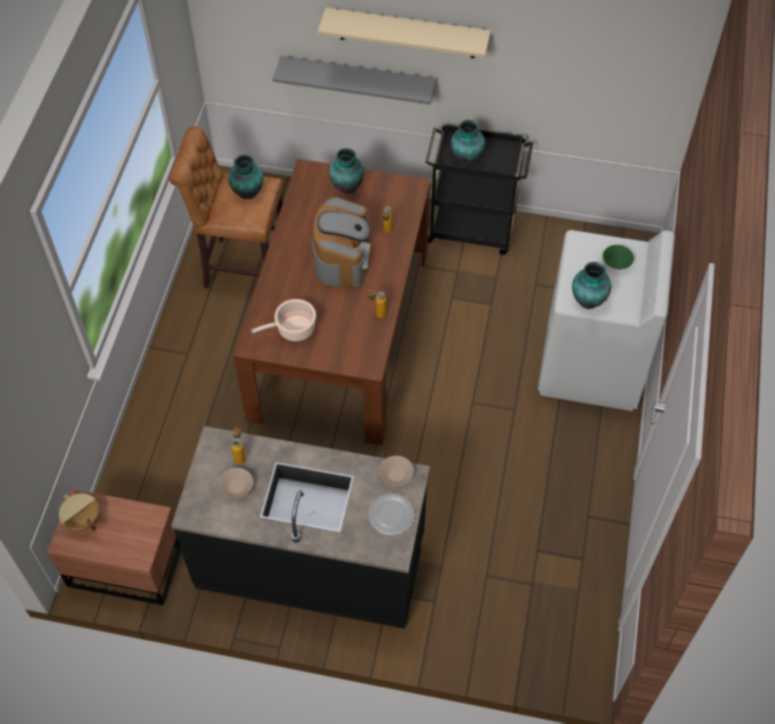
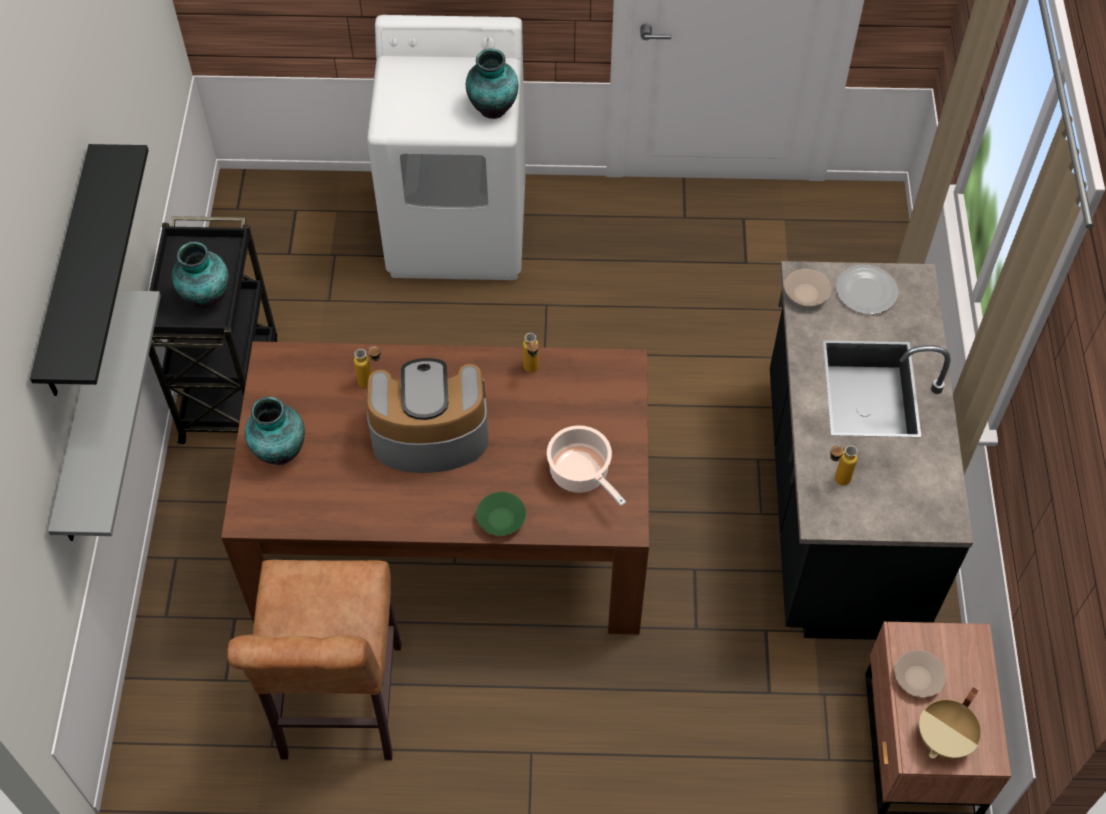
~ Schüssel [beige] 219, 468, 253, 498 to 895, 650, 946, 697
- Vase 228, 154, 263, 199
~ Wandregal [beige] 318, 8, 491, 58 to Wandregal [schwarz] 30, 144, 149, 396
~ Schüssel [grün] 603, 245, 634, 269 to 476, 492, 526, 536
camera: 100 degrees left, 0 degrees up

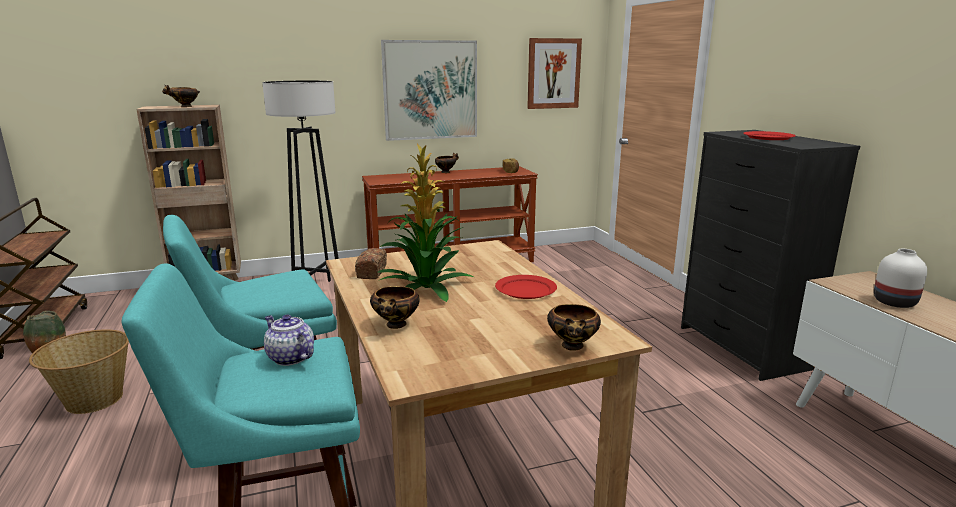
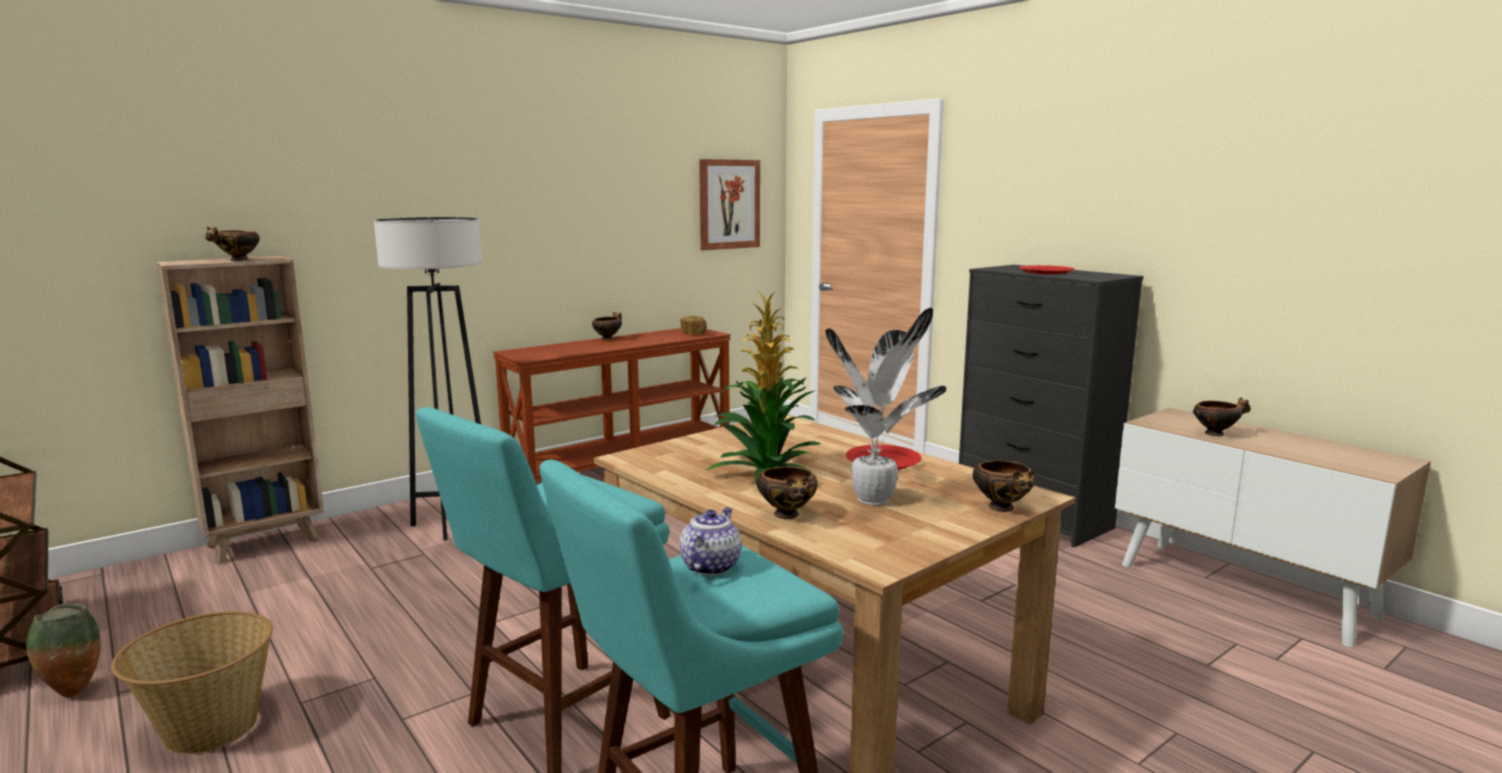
~ Teekanne 264, 315, 314, 366 = 679, 507, 741, 575 90 degrees clockwise
- Brot 355, 248, 387, 279
- Bild 381, 40, 477, 141
~ Vase [weiß] 874, 249, 927, 308 to Schüssel 1193, 397, 1251, 436
+ Topfpflanze 826, 308, 947, 505
camera: 20 degrees left, 5 degrees down

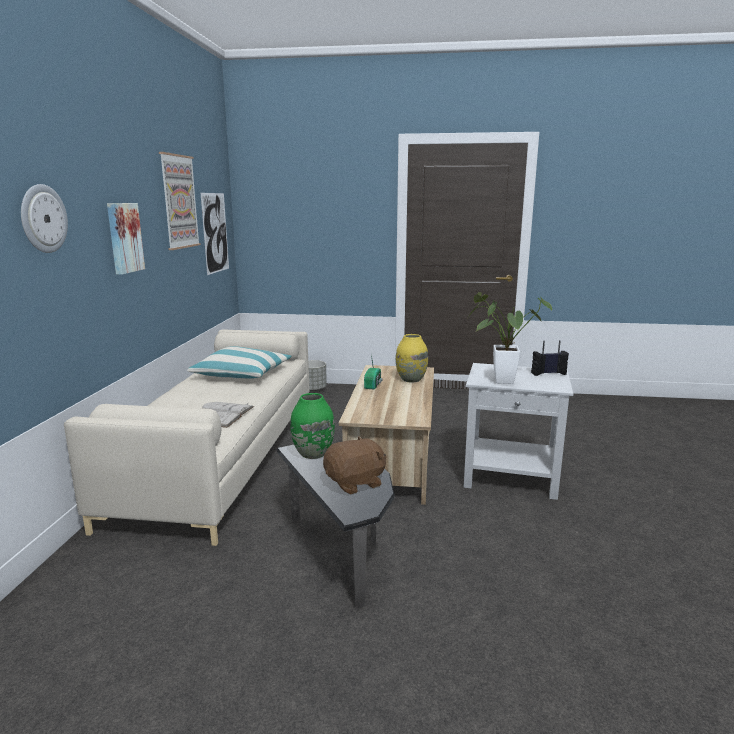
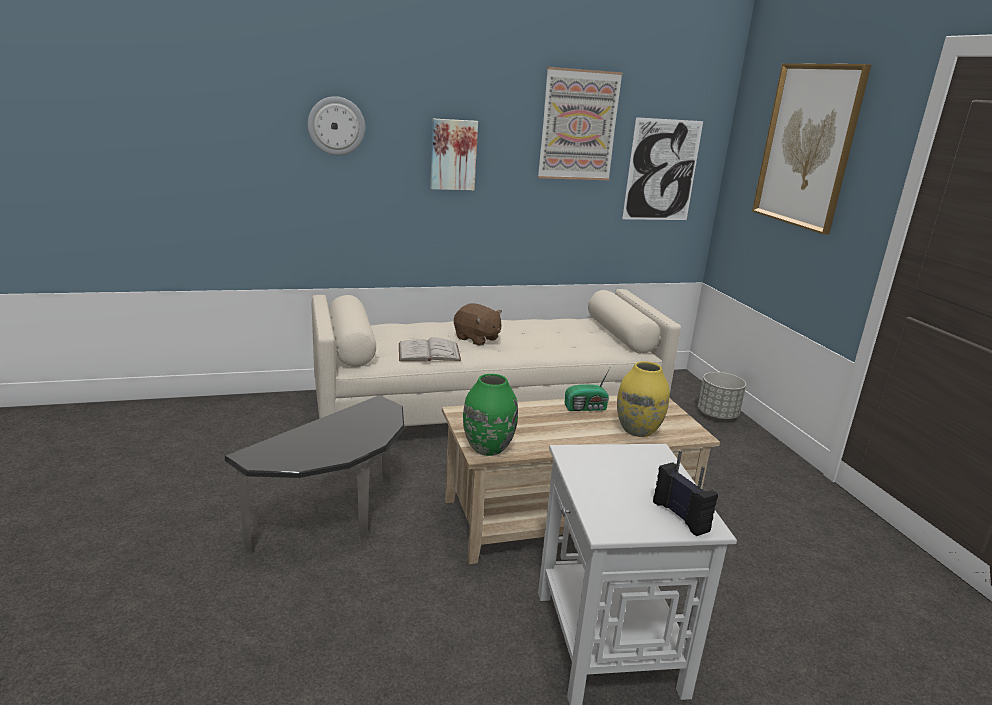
- Kissen 187, 346, 291, 379
~ Vase [grün] 290, 393, 335, 459 to 463, 374, 518, 456
~ Plüschtier [braun] 323, 436, 386, 494 to 454, 303, 502, 346
- Topfpflanze 469, 292, 552, 384
+ Bild 752, 63, 871, 234
camera: 65 degrees right, 5 degrees up

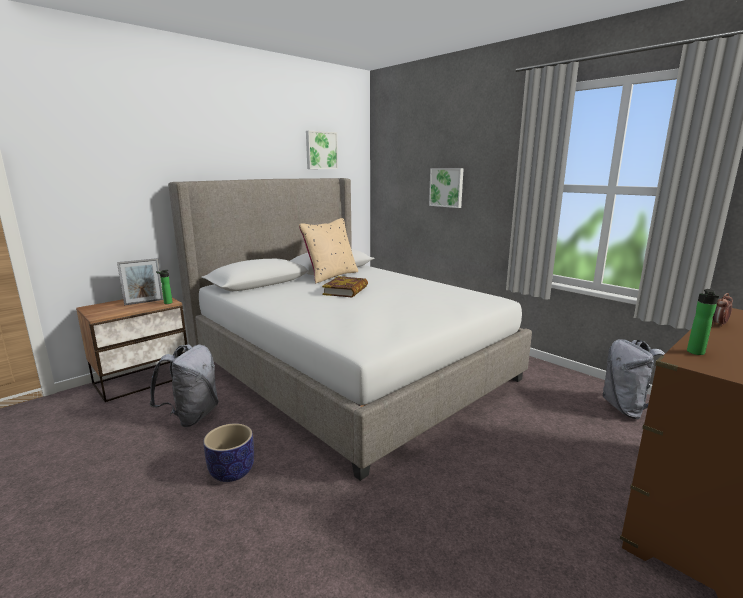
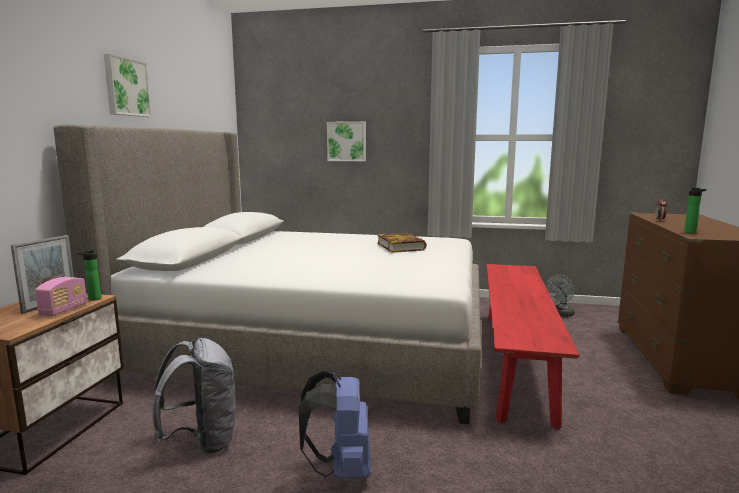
~ Pflanzkübel 203, 423, 254, 482 to Rucksack [blau] 298, 371, 371, 478
- Kissen [beige] 299, 218, 358, 284
~ Bild 306, 131, 338, 169 to 104, 54, 152, 117
~ Buch 322, 276, 368, 298 to 377, 233, 427, 253
~ Rucksack [grau] 603, 339, 665, 419 to Ventilator [grau] 545, 274, 574, 317
+ Radio 35, 277, 87, 316
+ Bank [rot] 486, 264, 579, 430
camera: 35 degrees left, 5 degrees down

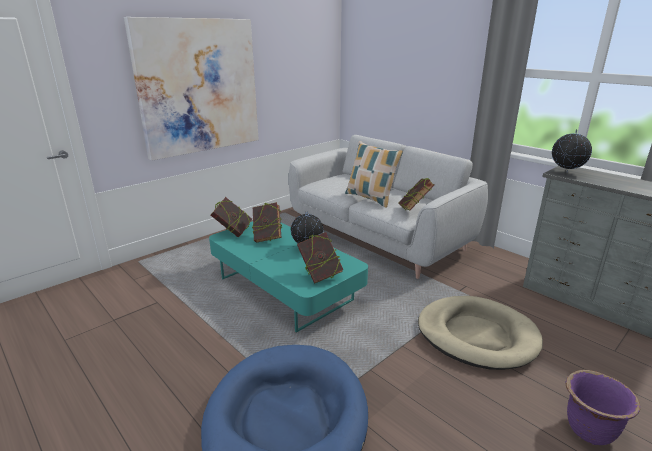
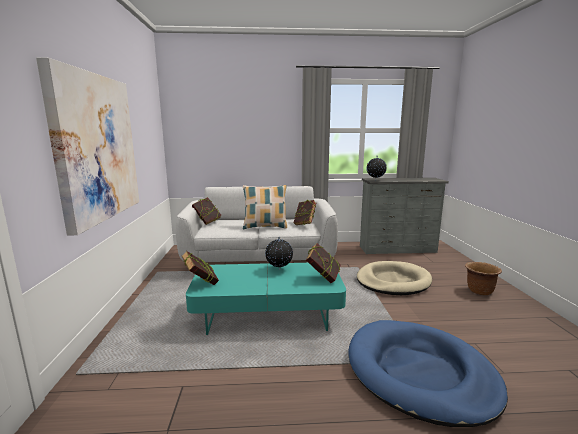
~ Buch 252, 202, 282, 242 to 192, 197, 221, 225
~ Pflanzkübel [lila] 566, 370, 640, 445 to Pflanzkübel [braun] 465, 262, 502, 295
camera: 50 degrees left, 10 degrees down

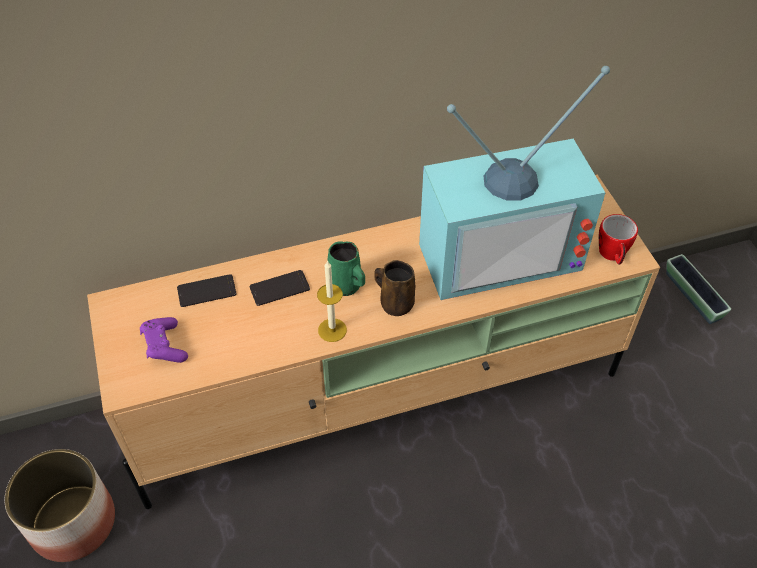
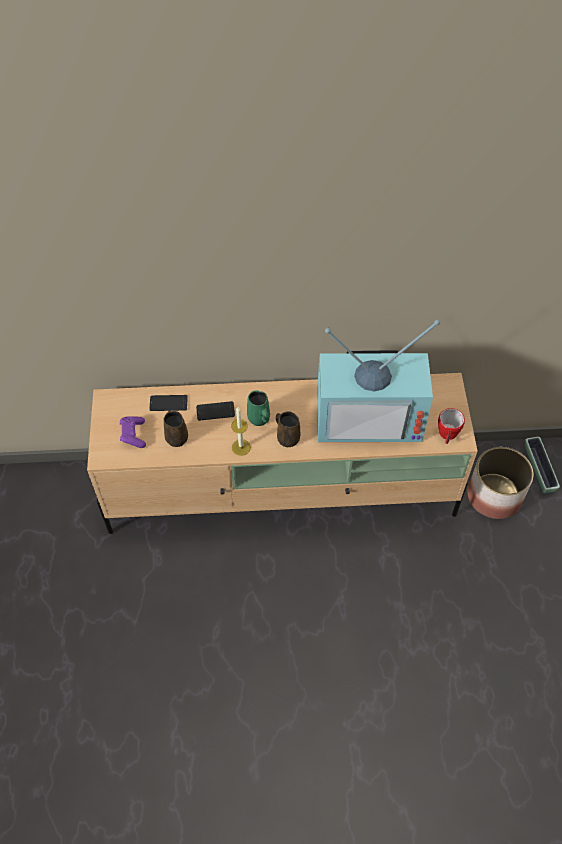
~ Pflanzkübel 5, 449, 115, 562 to 467, 447, 533, 519
+ Henkelbecher [braun] 164, 411, 188, 447
camera: 15 degrees right, 5 degrees up

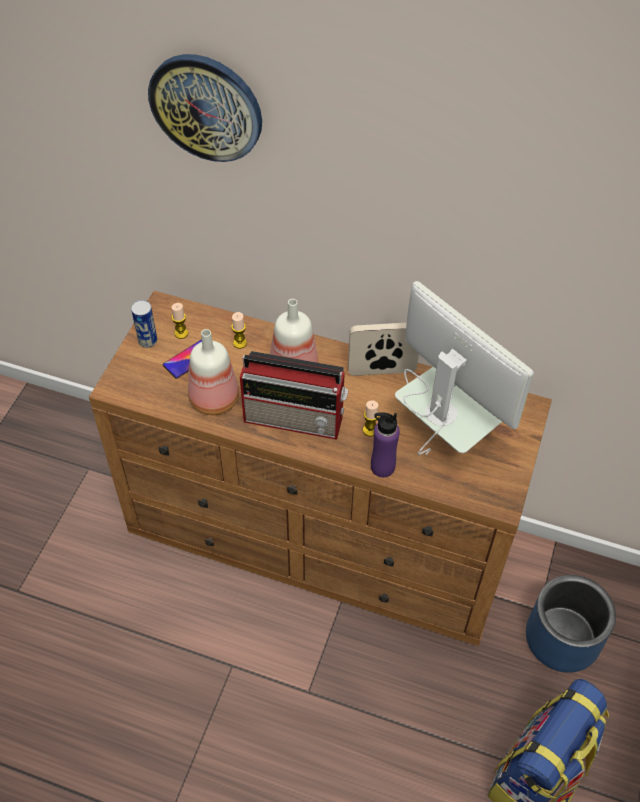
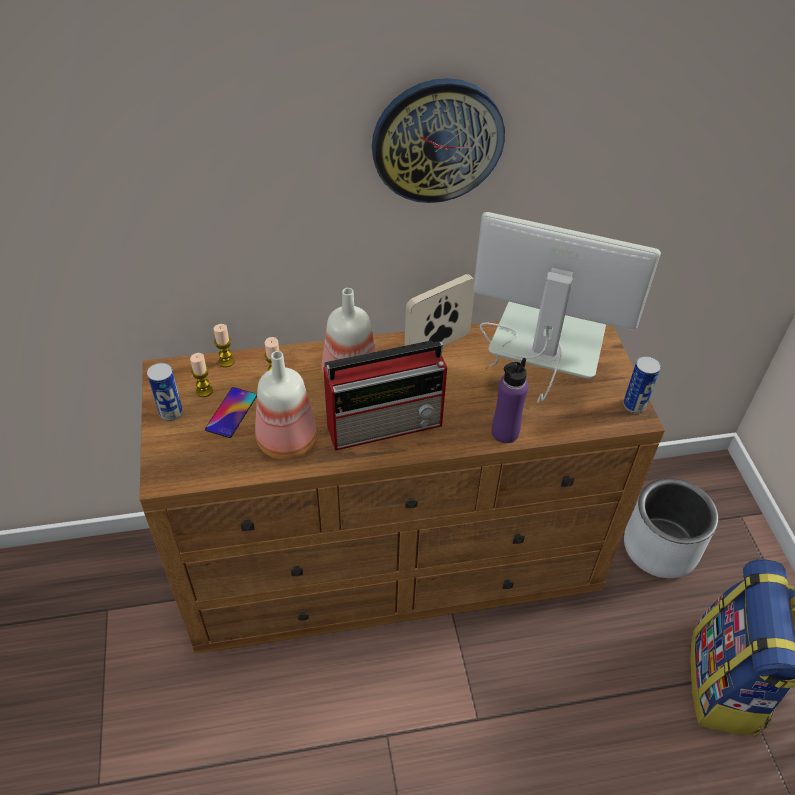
~ Wanduhr 148, 54, 262, 162 to 372, 78, 505, 203
~ Kerze 363, 400, 379, 436 to 213, 324, 235, 367
~ Pflanzkübel [blau] 526, 575, 616, 673 to Pflanzkübel [grau] 624, 478, 718, 578
+ Dose 623, 356, 661, 414
camera: 30 degrees left, 5 degrees down

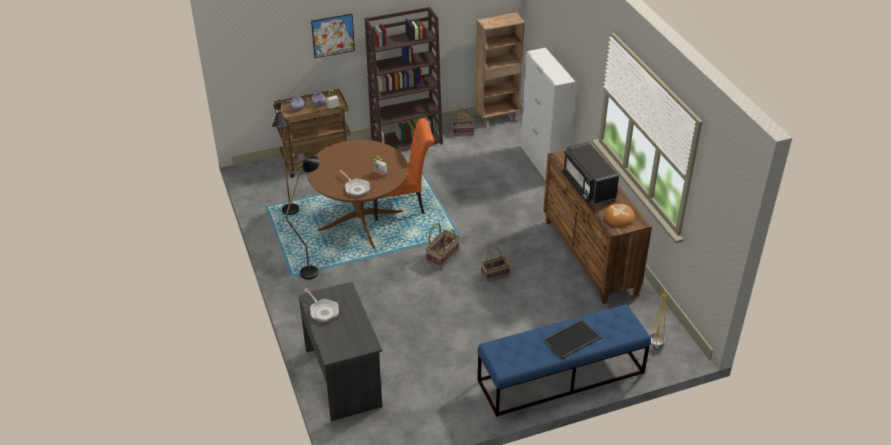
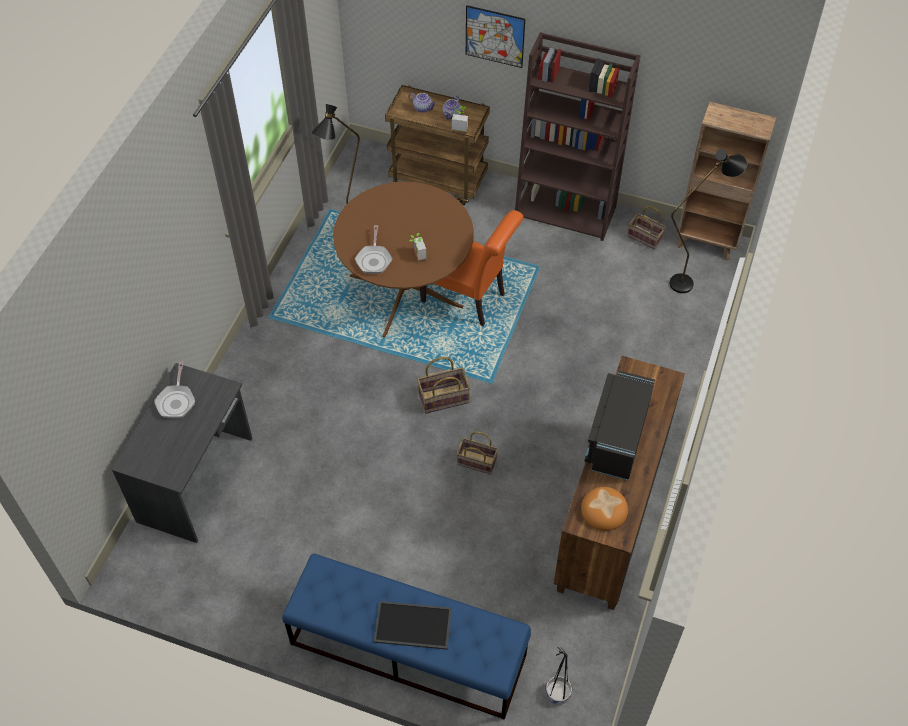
~ Stehlampe [schwarz] 286, 154, 320, 279 to 670, 149, 747, 293
- Schrank [weiß] 521, 48, 575, 180
~ Pflanzkübel [gelb] 649, 290, 666, 350 to Pflanzkübel [schwarz] 546, 647, 572, 705
camera: 40 degrees right, 15 degrees up

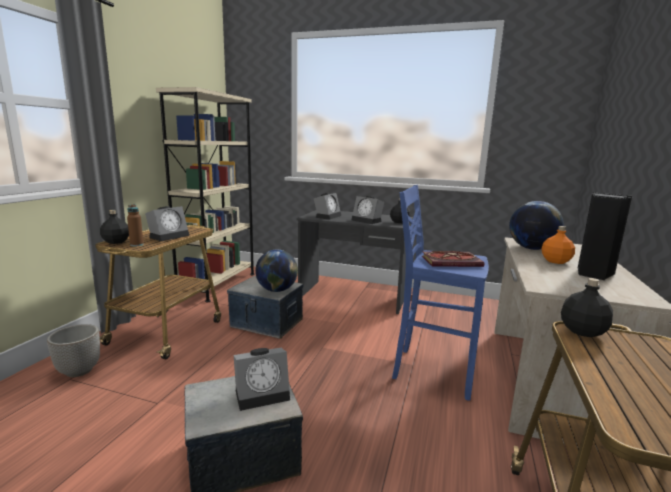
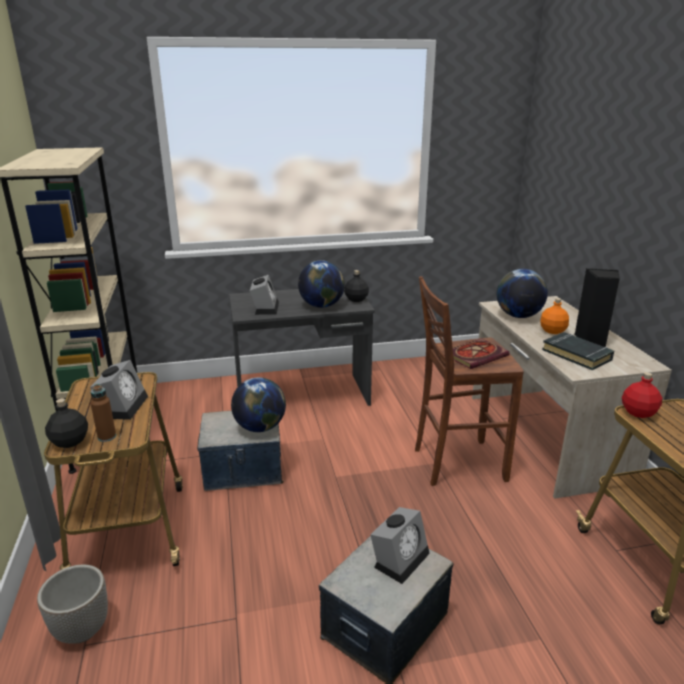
~ Wecker 352, 196, 384, 224 to Globus 298, 260, 345, 308
~ Hocker [blau] 392, 185, 489, 401 to Hocker [braun] 415, 276, 524, 486
~ Flasche [schwarz] 561, 278, 613, 337 to Flasche [rot] 622, 372, 662, 418
+ Buch [schwarz] 542, 332, 614, 370
camera: 30 degrees left, 10 degrees up

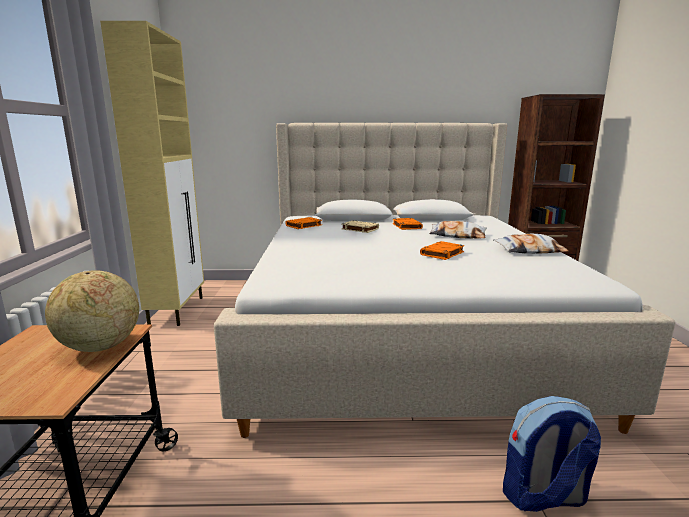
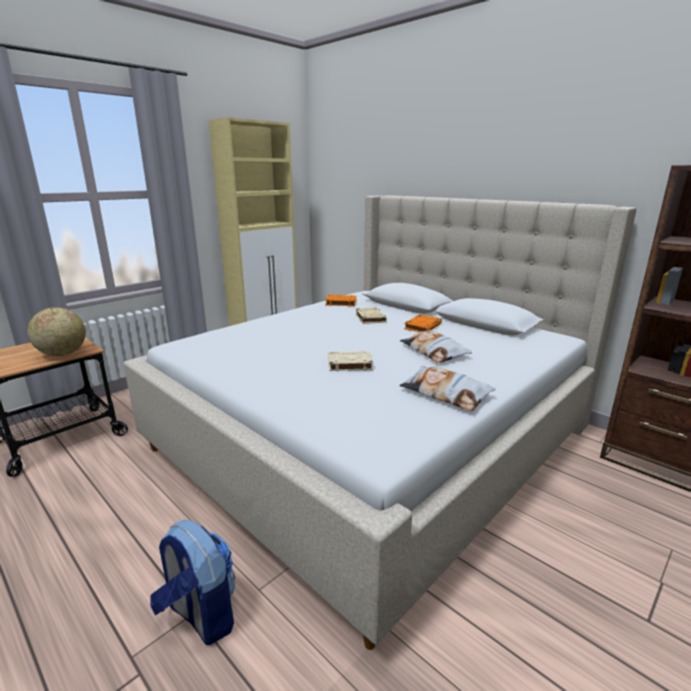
~ Buch [orange] 420, 241, 464, 260 to Buch [beige] 328, 351, 373, 371
camera: 45 degrees right, 5 degrees up

